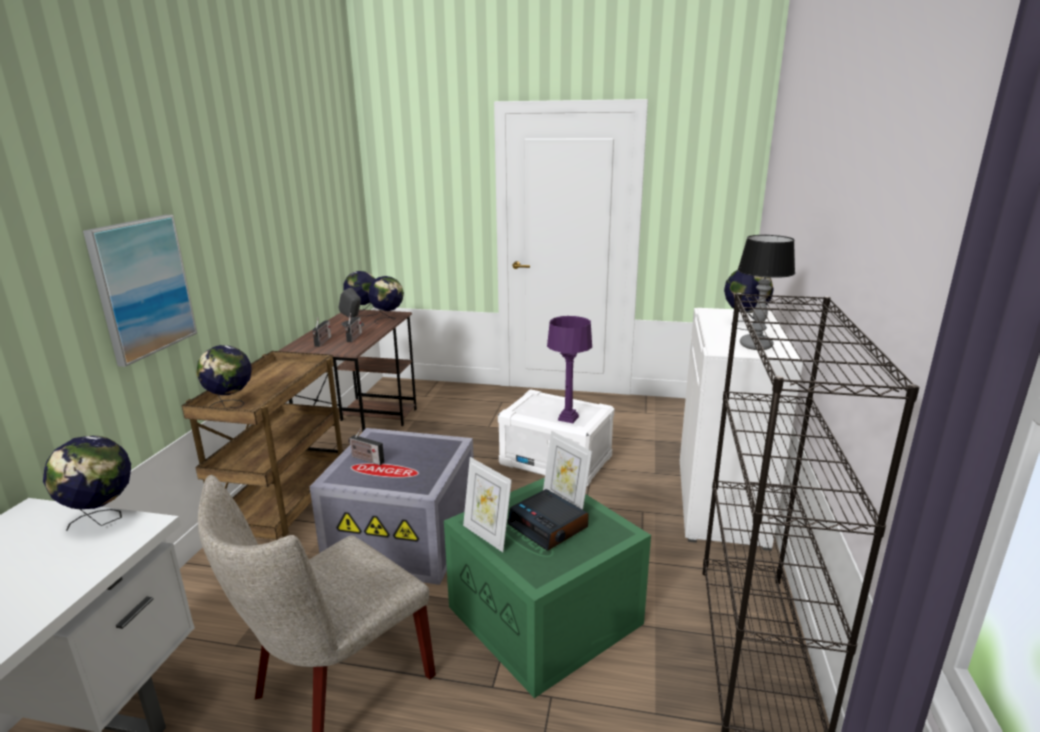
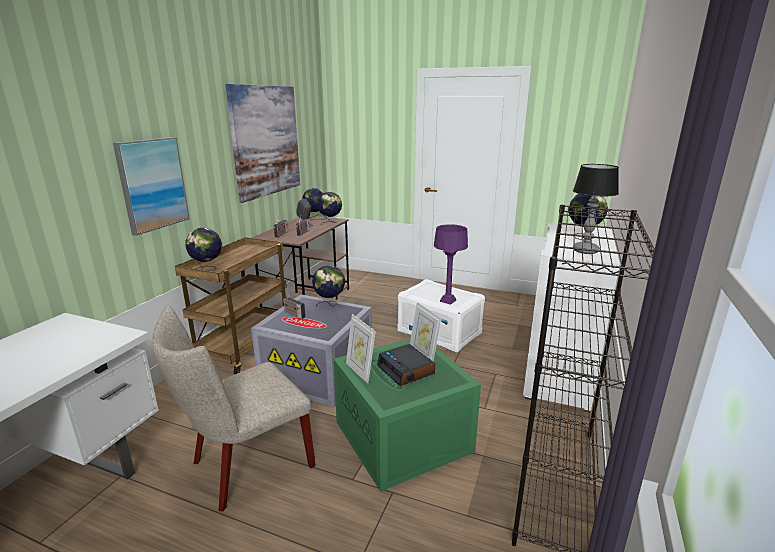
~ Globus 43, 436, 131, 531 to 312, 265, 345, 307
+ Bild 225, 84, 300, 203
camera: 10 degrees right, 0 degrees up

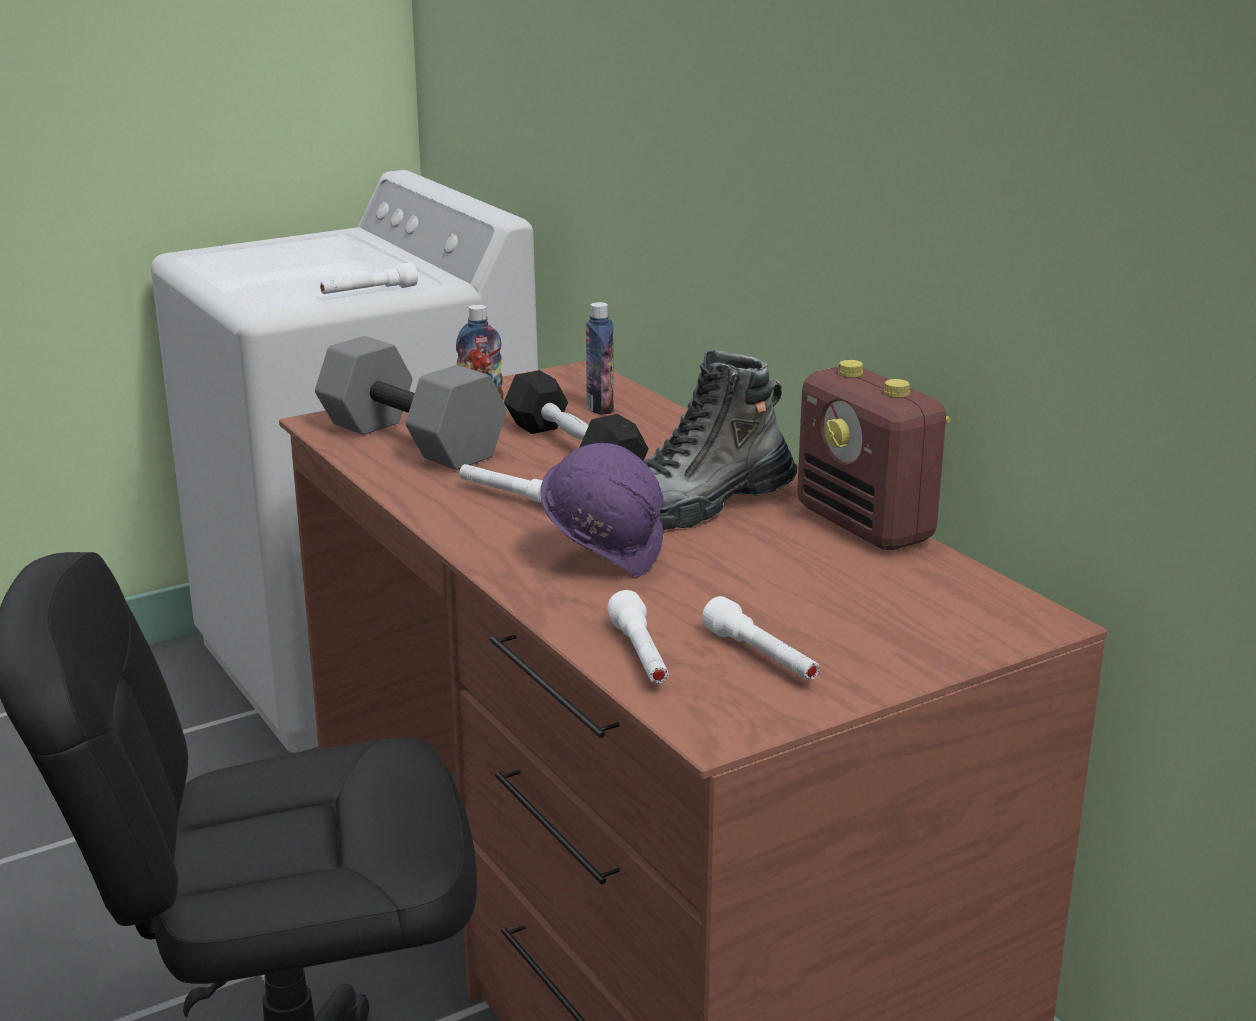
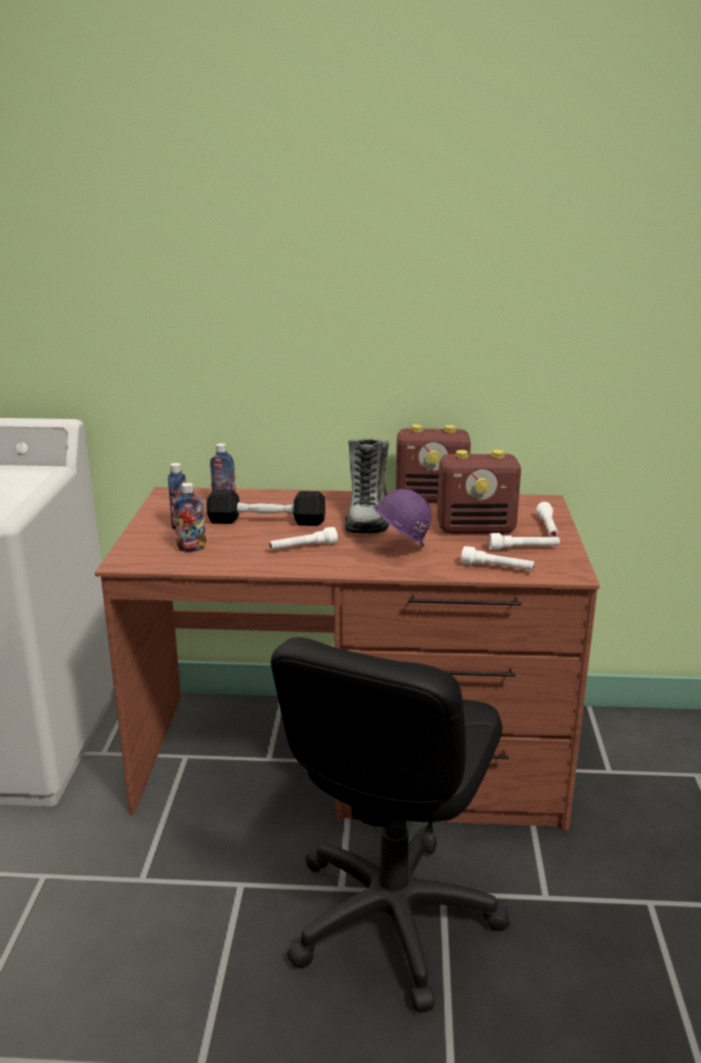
~ Hantel [grau] 315, 336, 507, 470 to Flasche 174, 483, 206, 552
~ Taschenlampe [weiß] 320, 263, 418, 294 to 536, 502, 558, 537
+ Radio 437, 450, 521, 534
camera: 55 degrees left, 0 degrees up

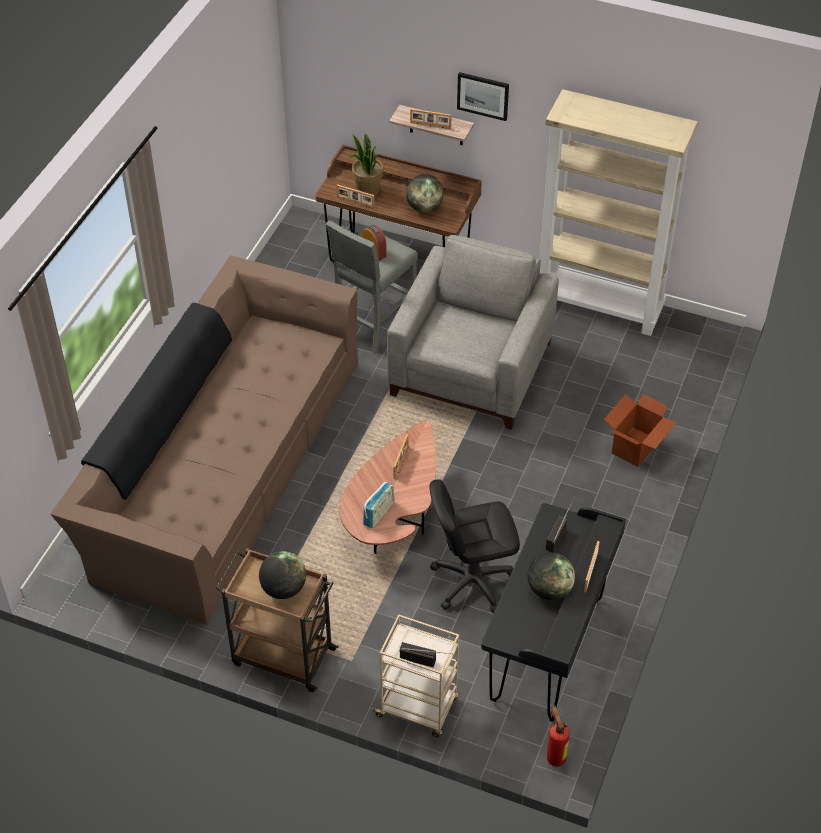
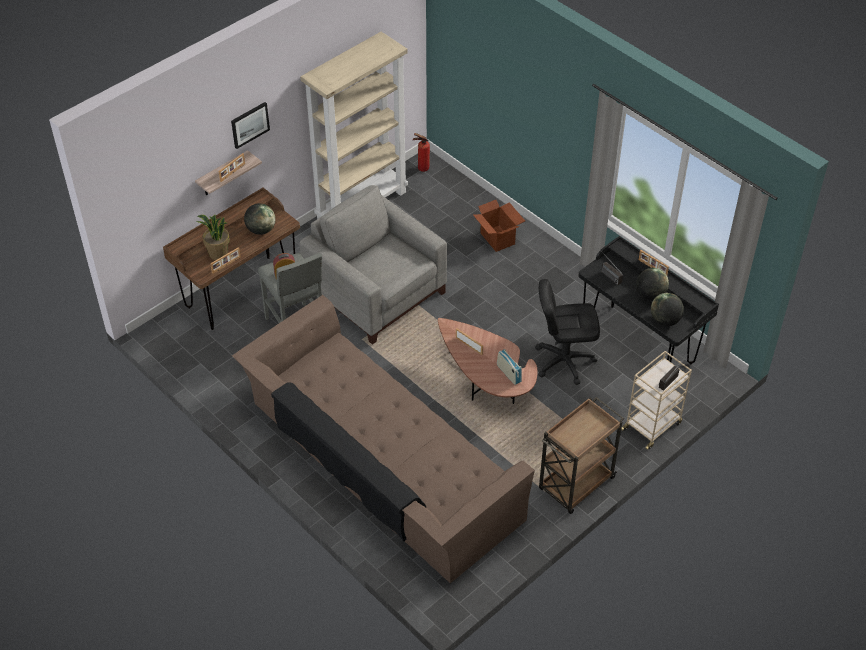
~ Globus 259, 551, 306, 599 to 651, 293, 684, 326
~ Bürostuhl [schwarz] 430, 480, 520, 613 = 535, 279, 600, 385 75 degrees clockwise
~ Feuerlöscher 547, 706, 570, 766 to 413, 133, 430, 172
camera: 65 degrees left, 0 degrees up

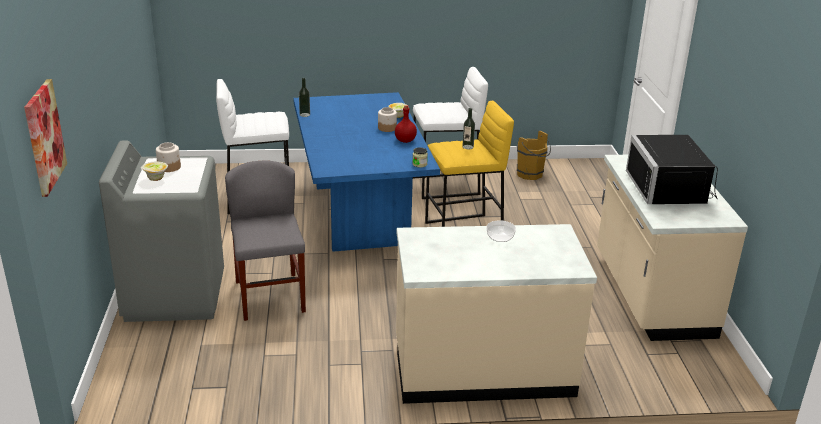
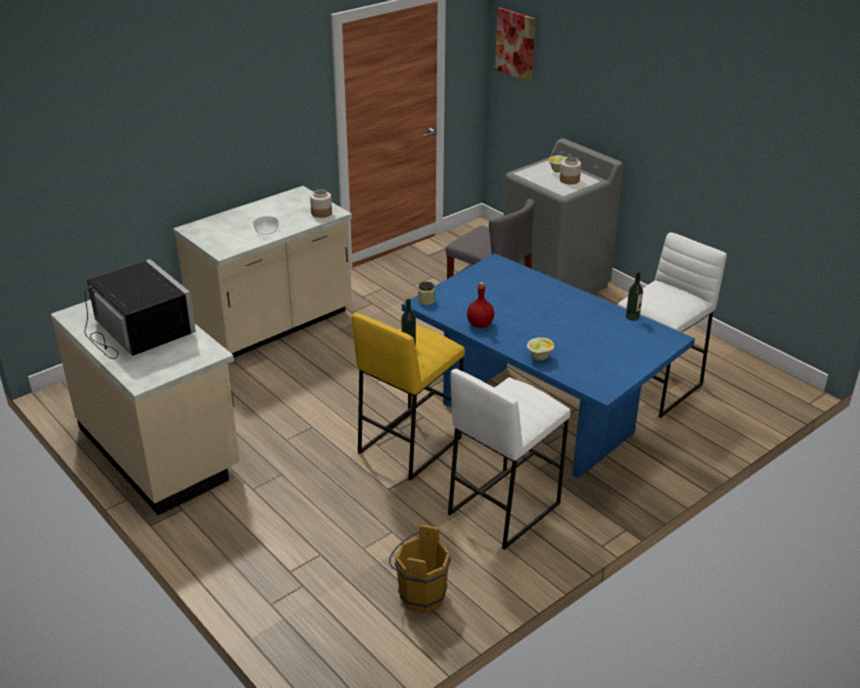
~ Vorratsglas 378, 107, 397, 132 to 310, 190, 332, 218
camera: 145 degrees right, 5 degrees up

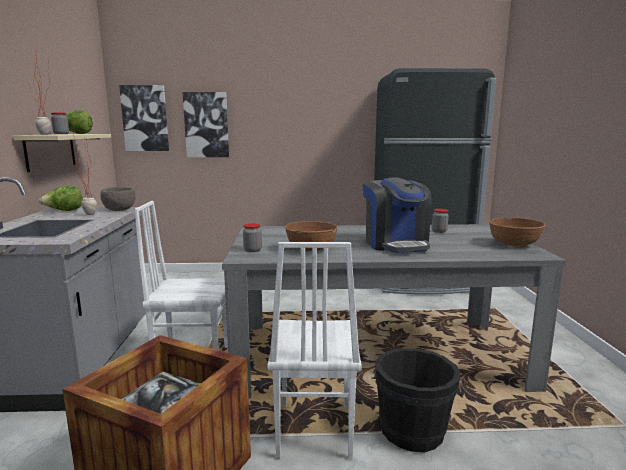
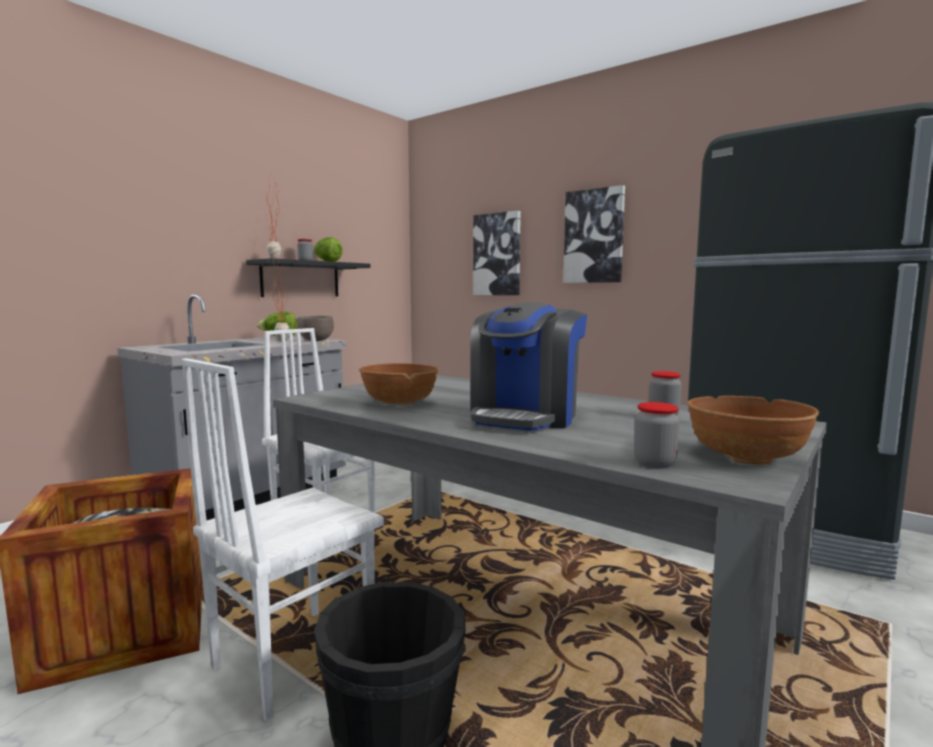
~ Wandregal [beige] 13, 134, 111, 172 to Wandregal [schwarz] 246, 258, 371, 297
~ Bild 119, 85, 169, 151 to 563, 185, 625, 283
~ Vorratsglas 243, 223, 262, 252 to 634, 402, 679, 468
camera: 40 degrees right, 5 degrees down

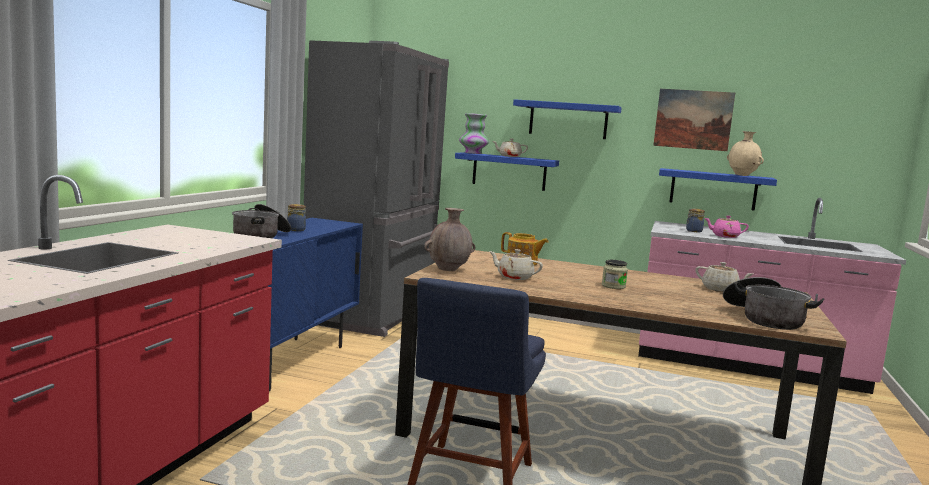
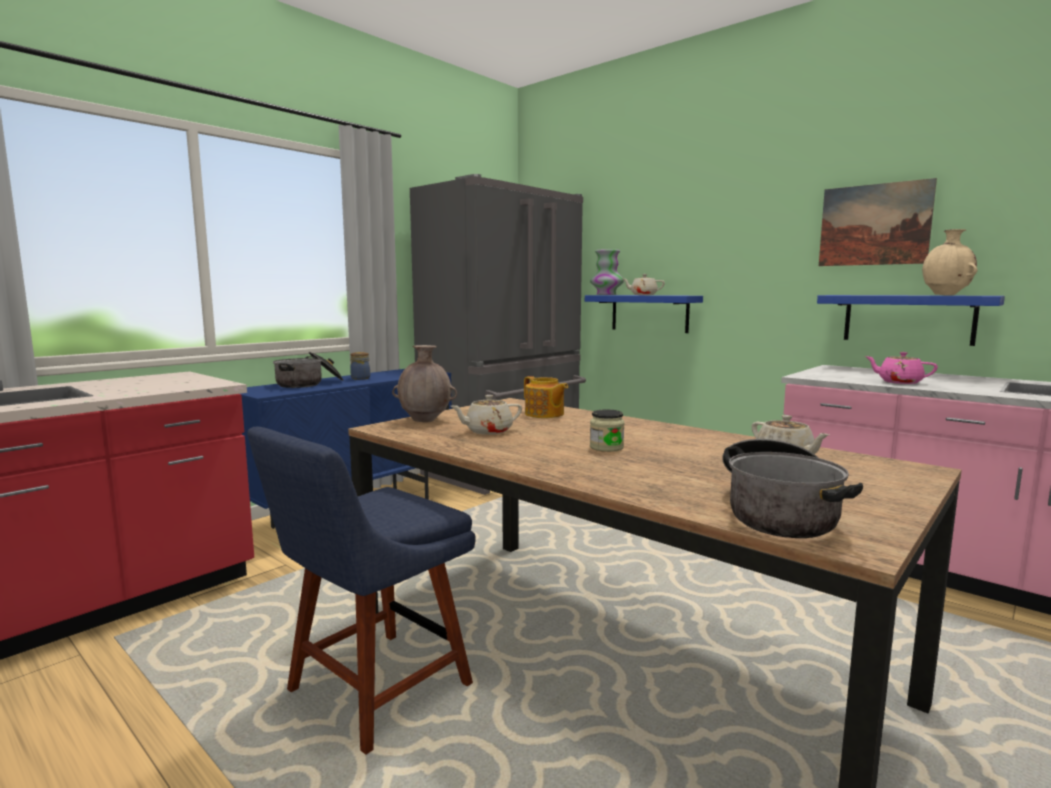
~ Teekanne [beige] 489, 249, 543, 280 = 451, 395, 522, 435 75 degrees counterclockwise
- Wandregal [blau] 513, 99, 622, 139
- Vorratsglas 686, 209, 705, 232
camera: 25 degrees right, 0 degrees up

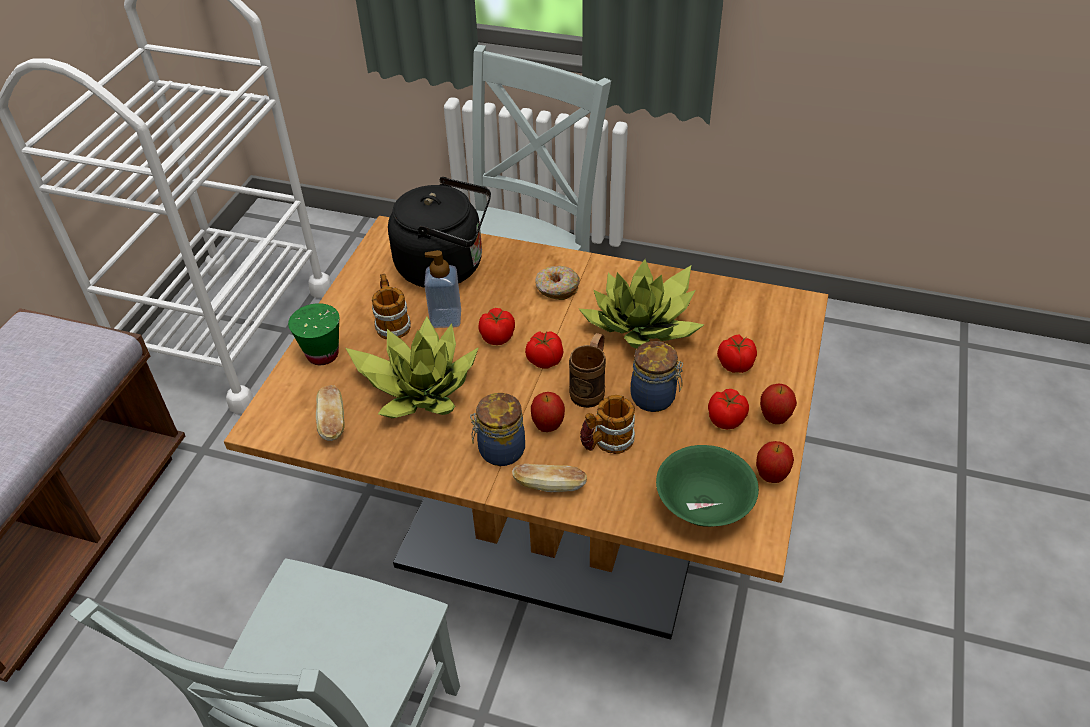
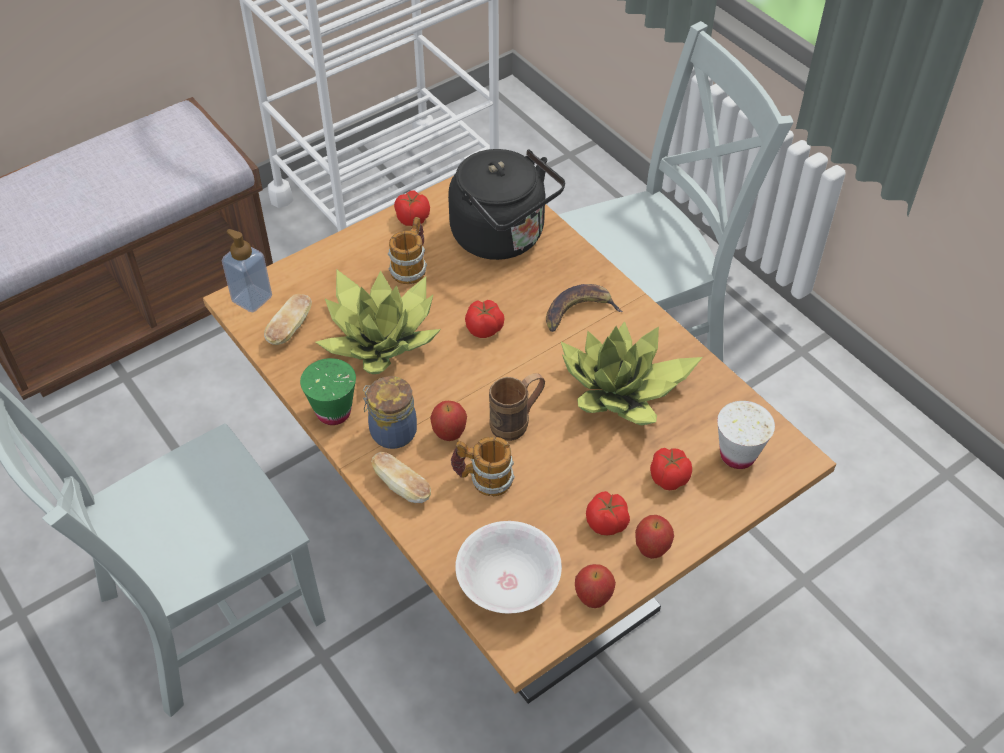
~ Tasse [grün] 288, 303, 339, 365 to 300, 358, 356, 425
~ Seifenspender 424, 250, 461, 328 to 221, 229, 272, 312
~ Tomate 525, 331, 563, 369 to 394, 190, 430, 226
~ Donut 535, 266, 580, 300 to Banane 546, 284, 623, 332
- Vorratsglas 630, 341, 683, 412
~ Schüssel [grün] 656, 445, 759, 527 to Schüssel [weiß] 455, 521, 562, 614
+ Tasse [weiß] 717, 401, 775, 469
camera: 35 degrees right, 5 degrees up

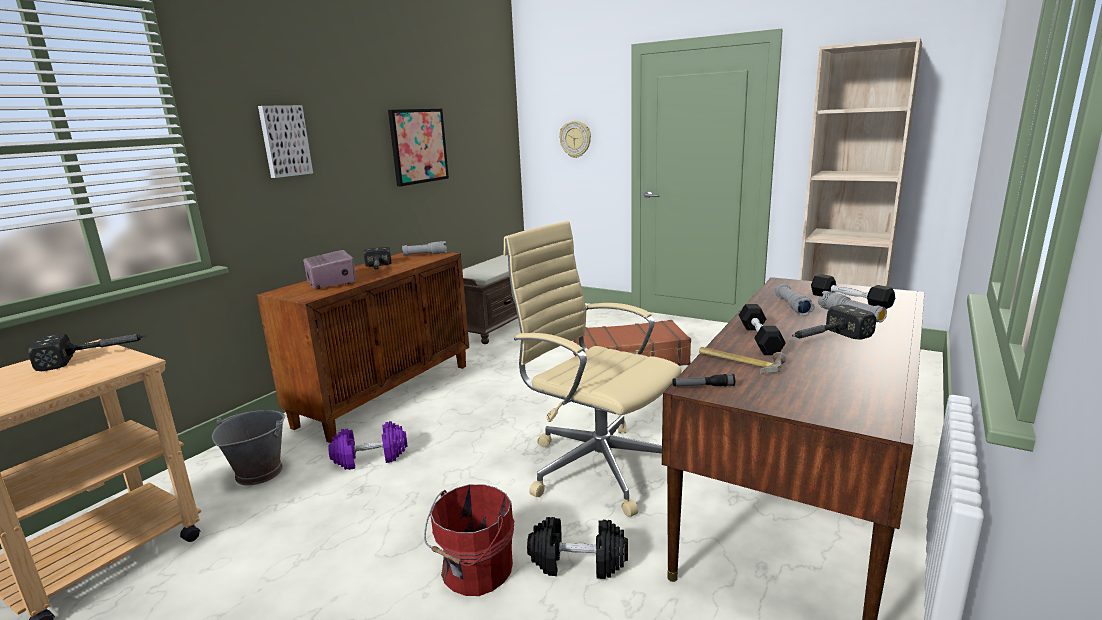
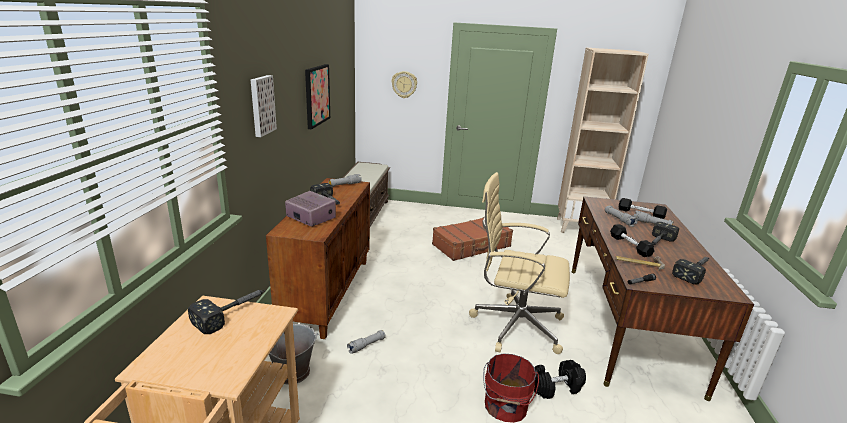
~ Hantel [lila] 328, 421, 407, 470 to Taschenlampe [grau] 347, 330, 386, 354
+ Hammer 672, 257, 709, 284
camera: 25 degrees left, 5 degrees up

